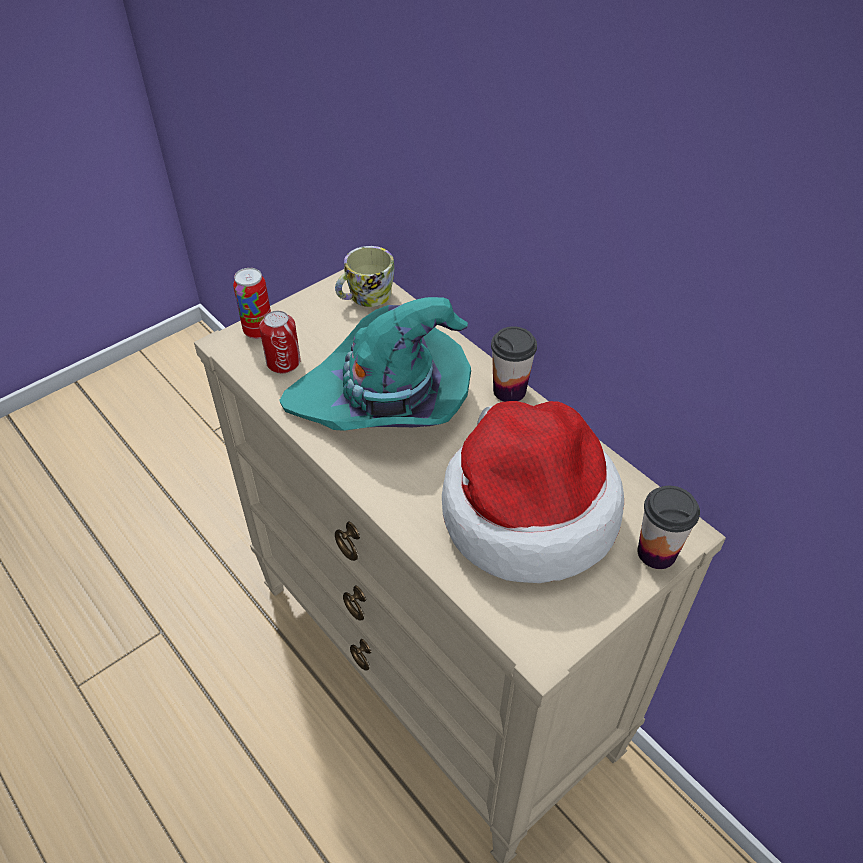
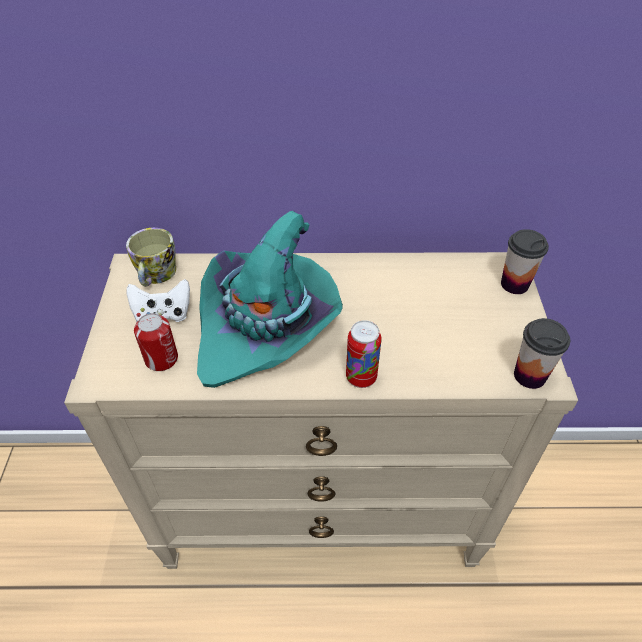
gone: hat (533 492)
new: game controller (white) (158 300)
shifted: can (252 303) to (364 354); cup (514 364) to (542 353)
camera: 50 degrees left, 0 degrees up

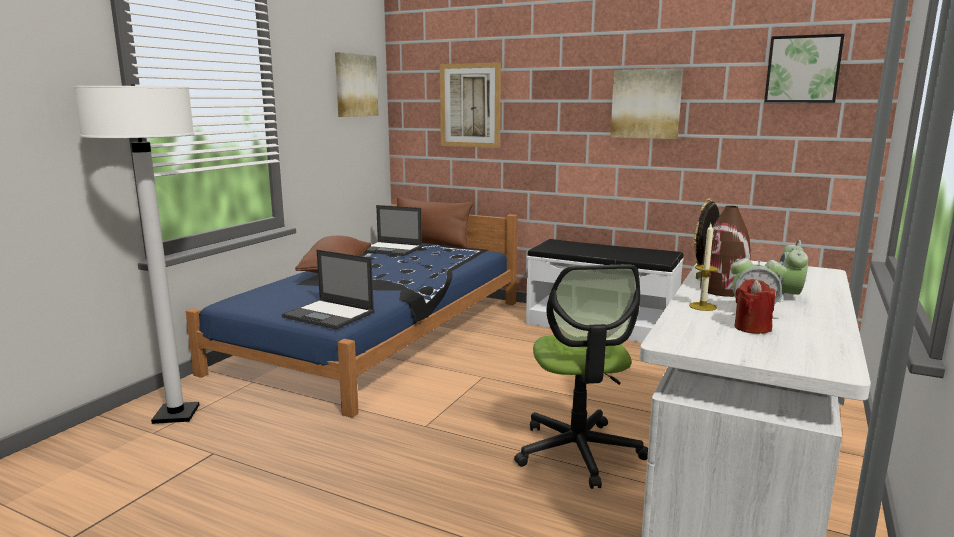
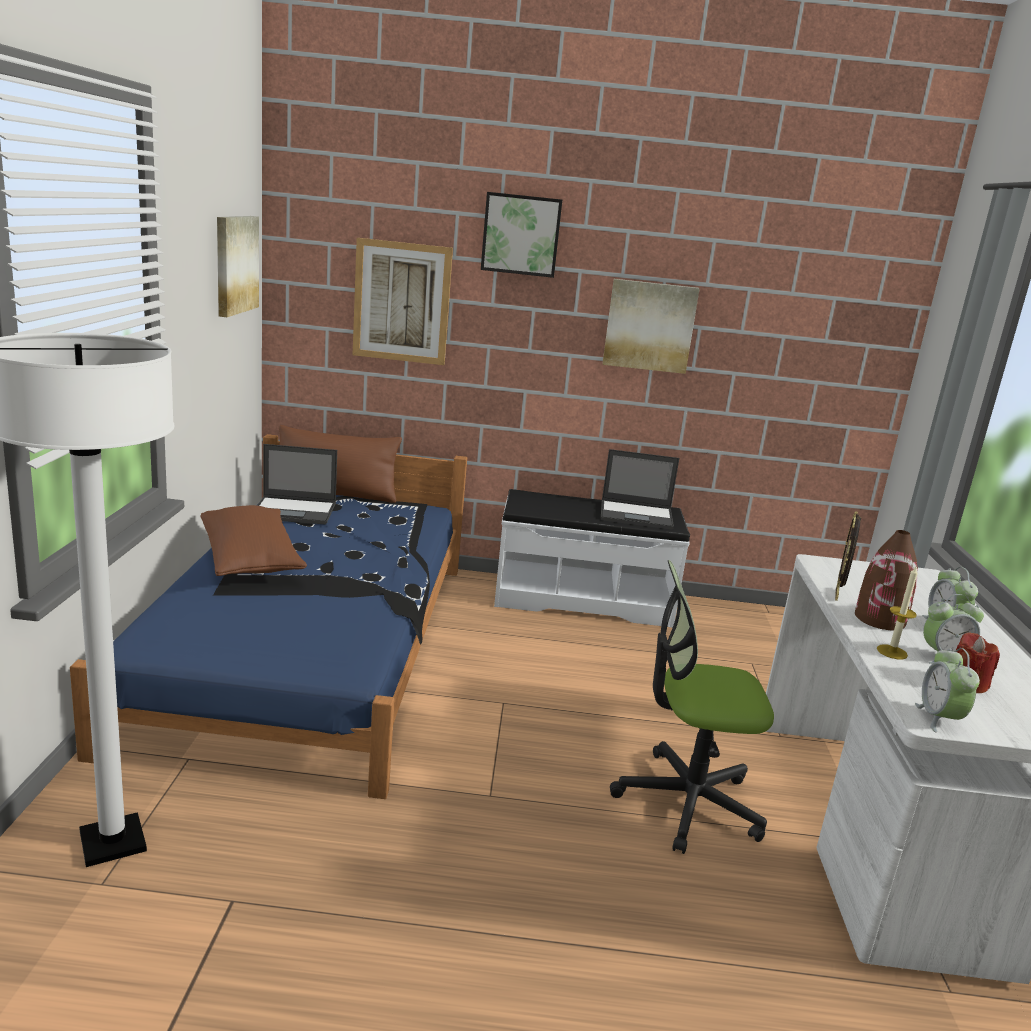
new: alarm clock (947 690)
shifted: picture (804 68) to (521 235); laptop (328 289) to (640 489)
rotated: office chair (581 376) = (692 707) 120 degrees clockwise
camera: 25 degrees left, 5 degrees up

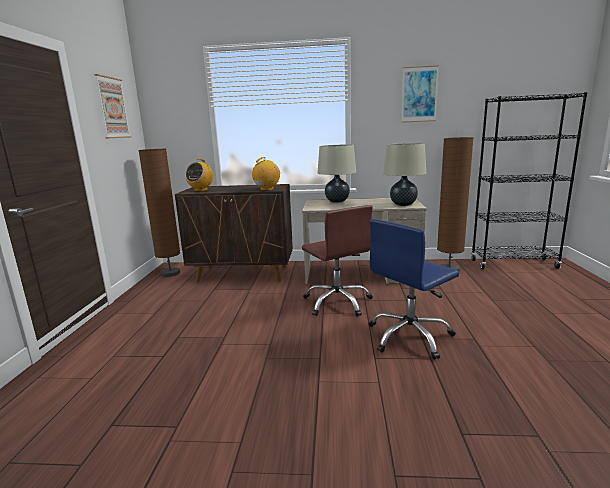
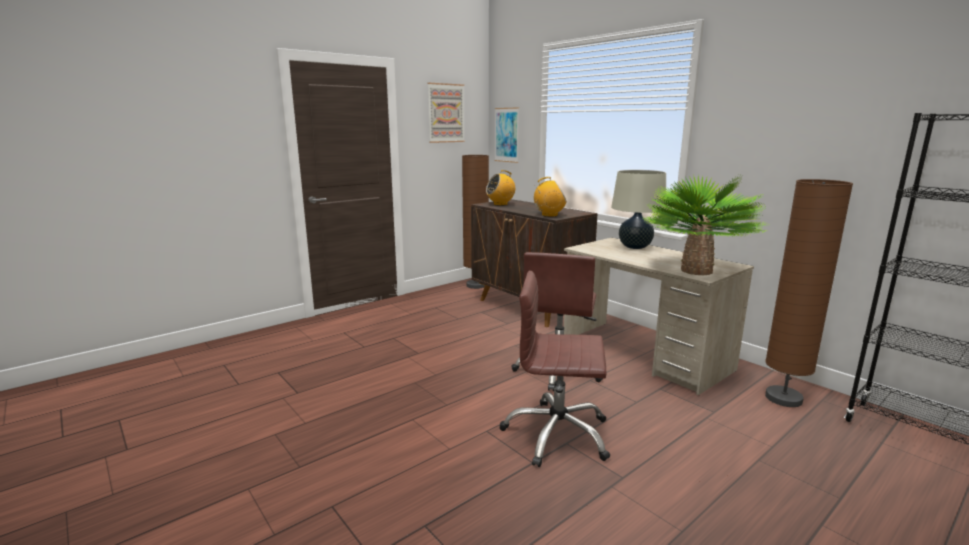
shifted: picture (420 94) to (506 135)
swapped: table lamp (beige) (404 174) to potted plant (704 225)
repainted: office chair (blue) (414 289) to office chair (brown) (554 369)
camera: 45 degrees right, 0 degrees up

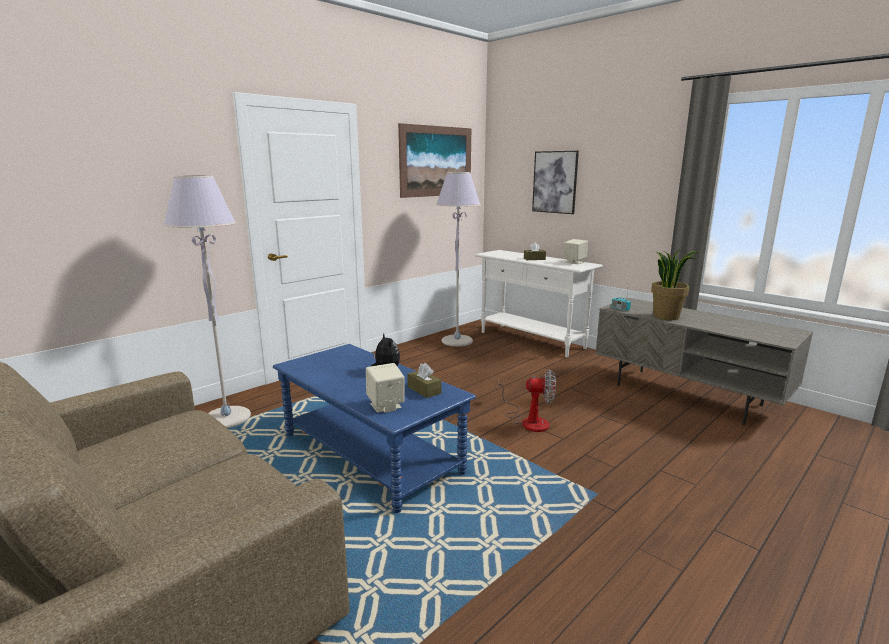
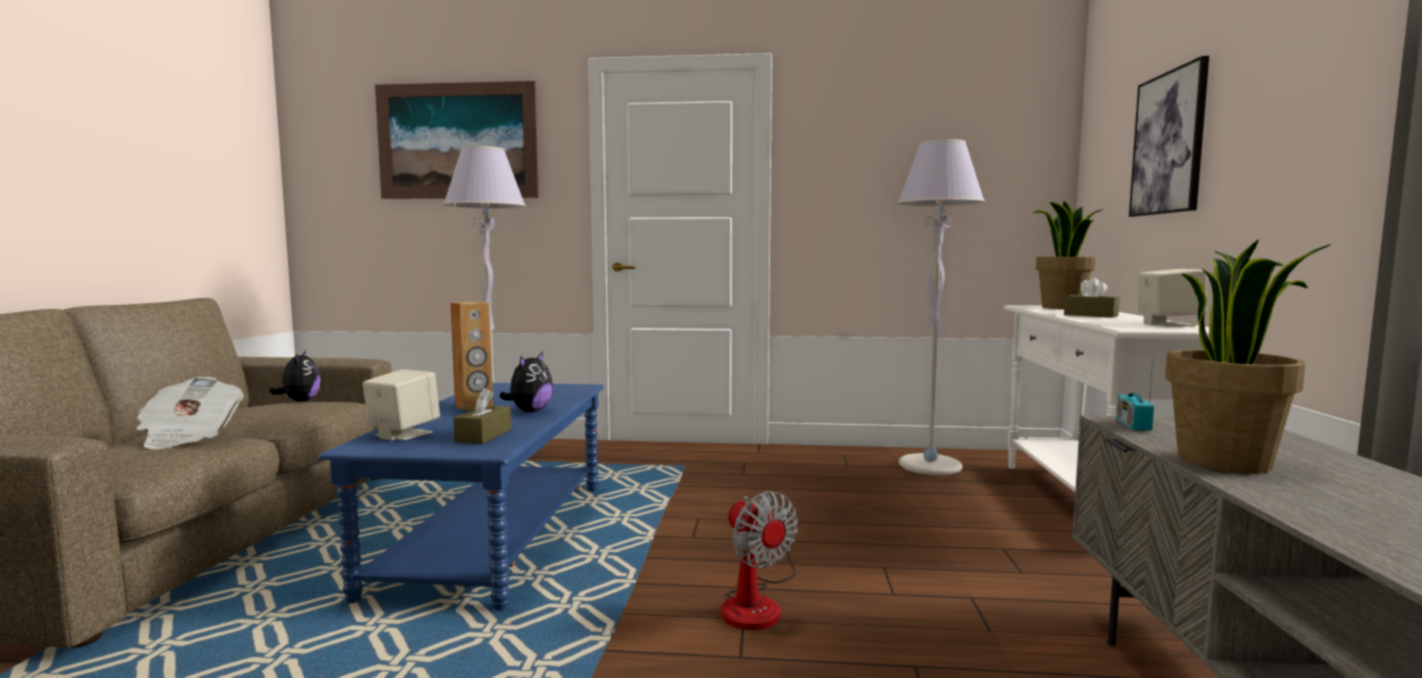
new: newspaper (190 413); plush toy (295 375); speaker (brown) (471 356); potted plant (1067 255)
shifted: picture (434 160) to (457 140)
camera: 50 degrees right, 10 degrees down

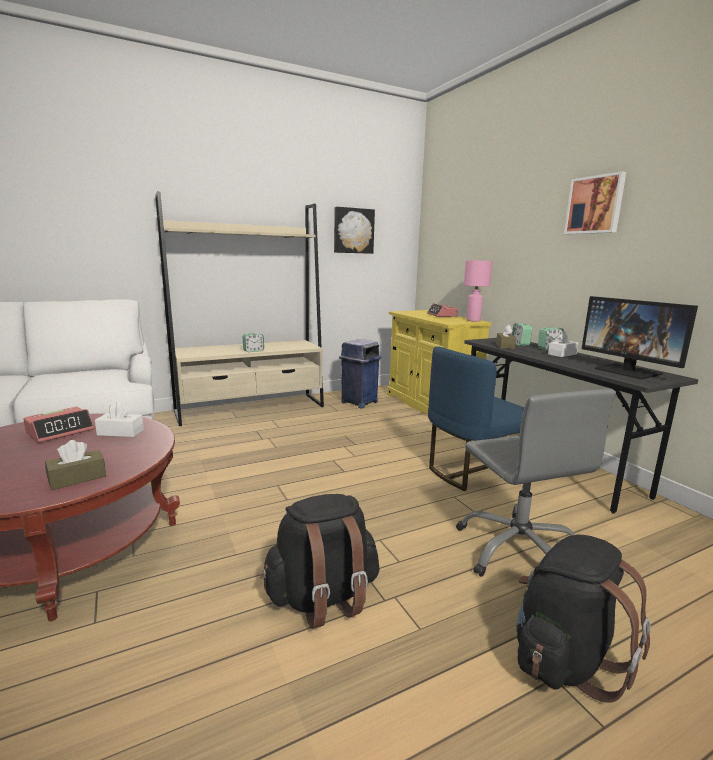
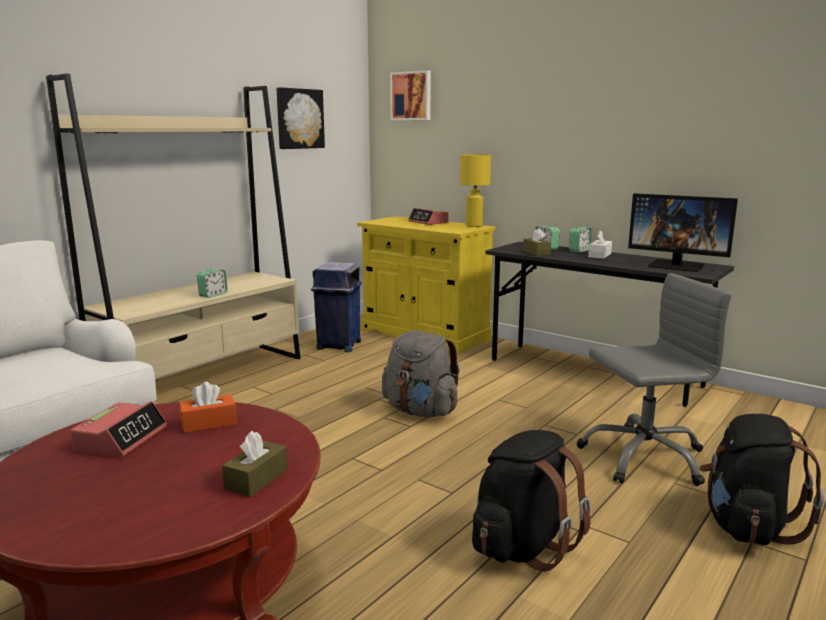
gone: chair (blue) (476 418)
new: backpack (grey) (421 373)
shifted: picture (595 202) to (410 95)
repainted: tissue box (white) (119 419) to tissue box (orange) (208 407); table lamp (pink) (478 291) to table lamp (yellow) (475 190)
rotated: office chair (grey) (536 483) = (654 379) 60 degrees counterclockwise
camera: 25 degrees left, 0 degrees up

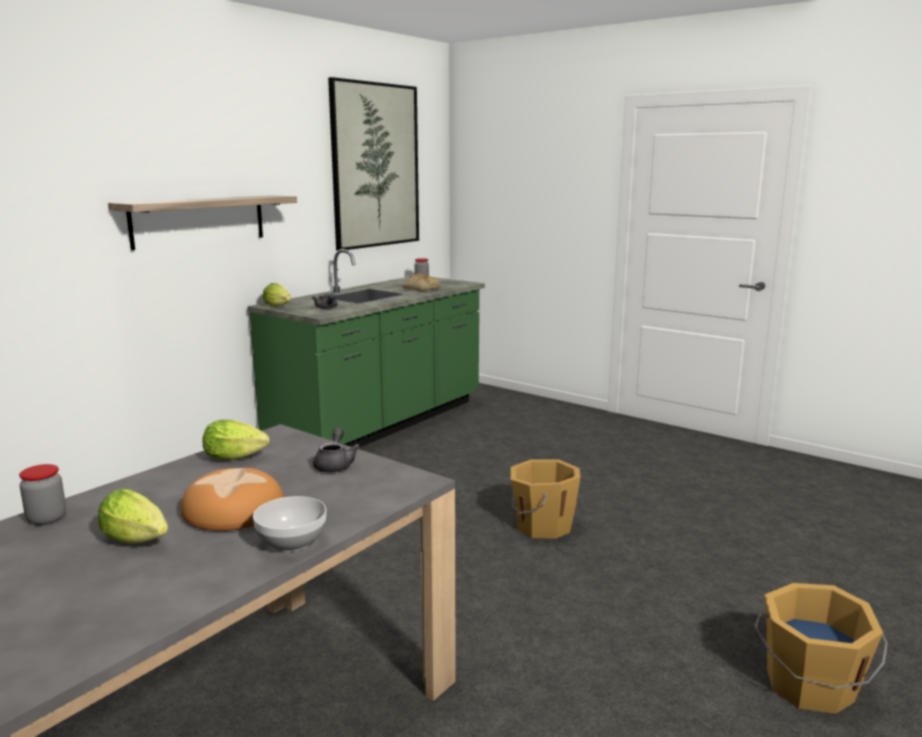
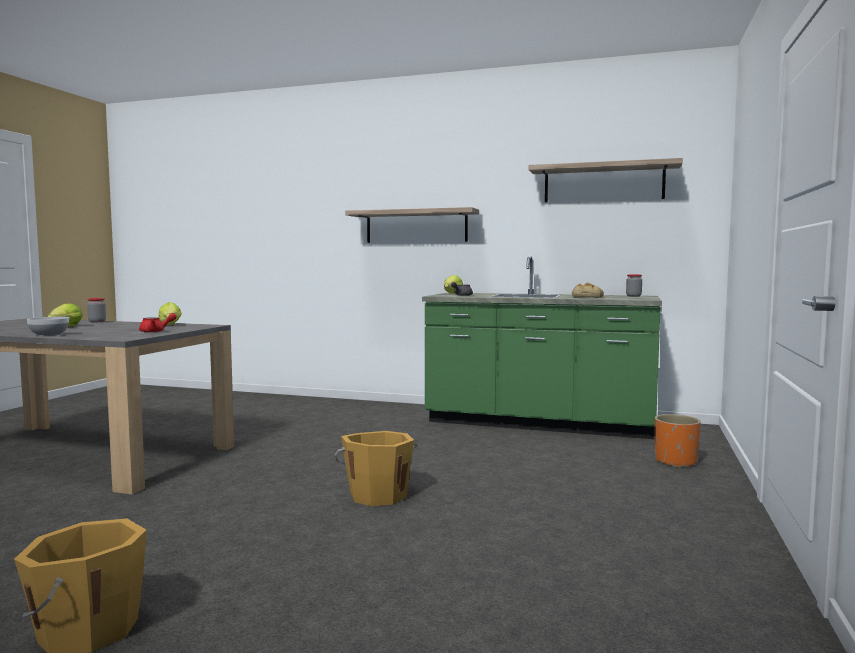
gone: bread (232 499)
new: planter (orange) (678 441)
swapped: picture (373 164) to shelf (605 180)
repainted: teapot (grey) (336 449) to teapot (red) (158 323)
camera: 70 degrees right, 10 degrees down

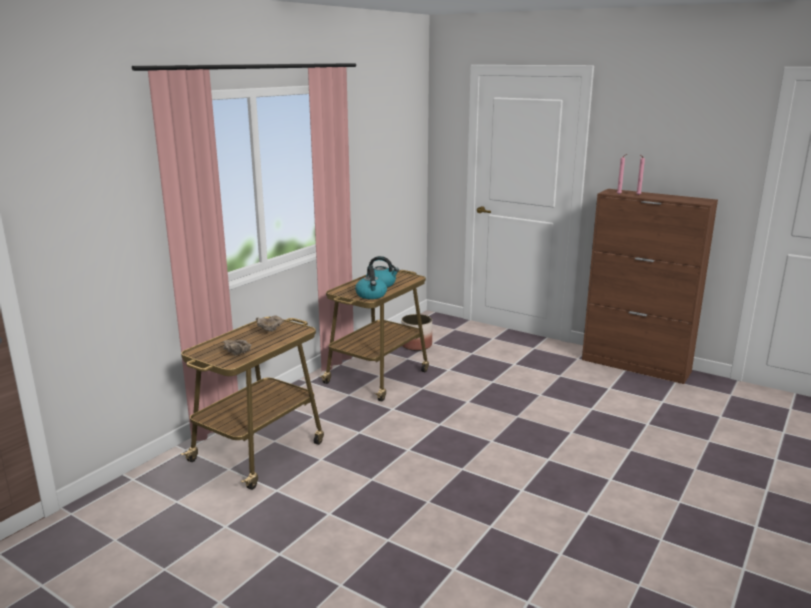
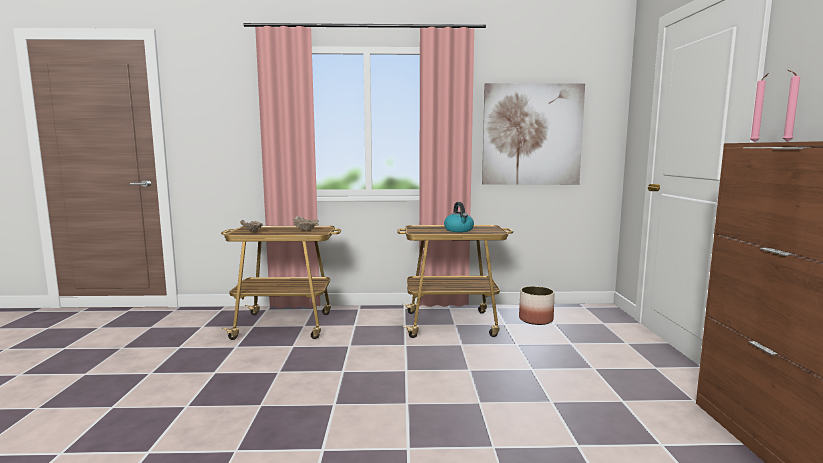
gone: kettle (371 282)
new: picture (533 134)
camera: 55 degrees right, 10 degrees down

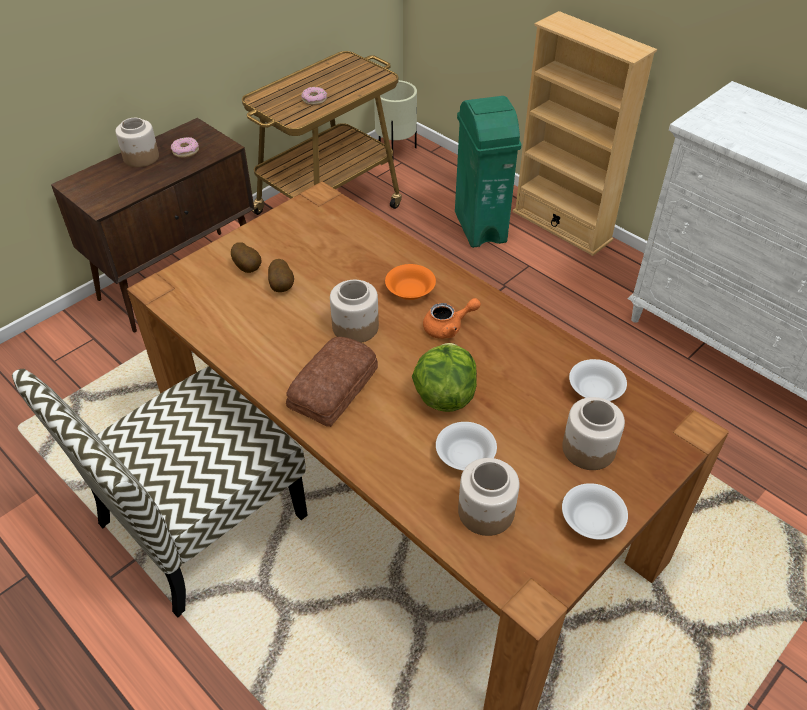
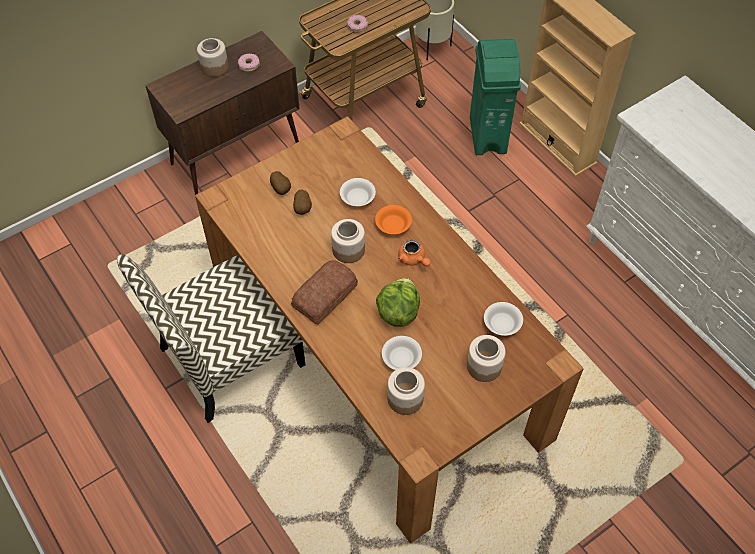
shifted: bowl (white) (595 511) to (358 192)
rotated: teapot (orange) (452 318) = (414 253) 60 degrees clockwise
camera: 10 degrees right, 10 degrees up

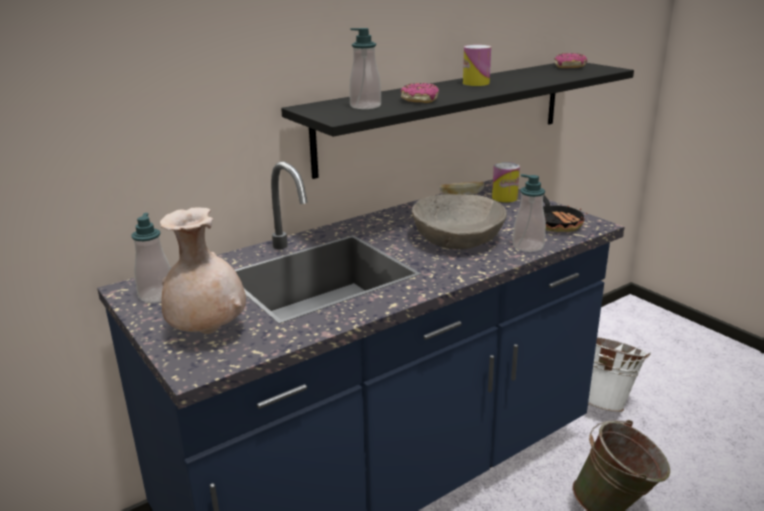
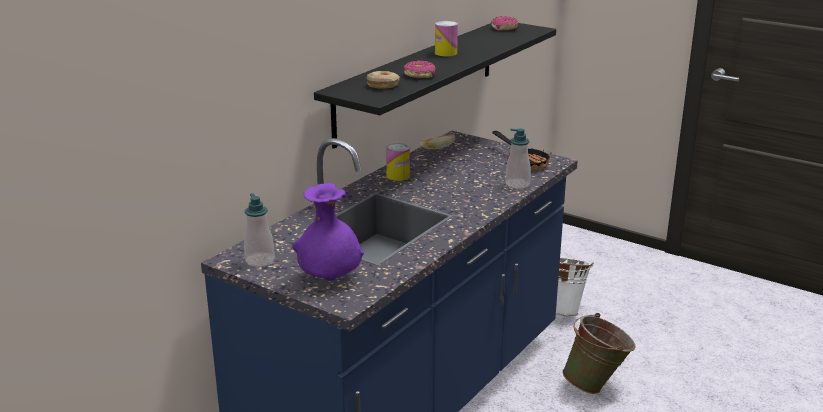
gone: bowl (beige) (459 221)
shifted: can (506 182) to (398 162)
swapped: soap dispenser (365 68) to donut (383 80)
repainted: vase (beige) (203 271) to vase (purple) (328 232)
camera: 20 degrees left, 0 degrees up

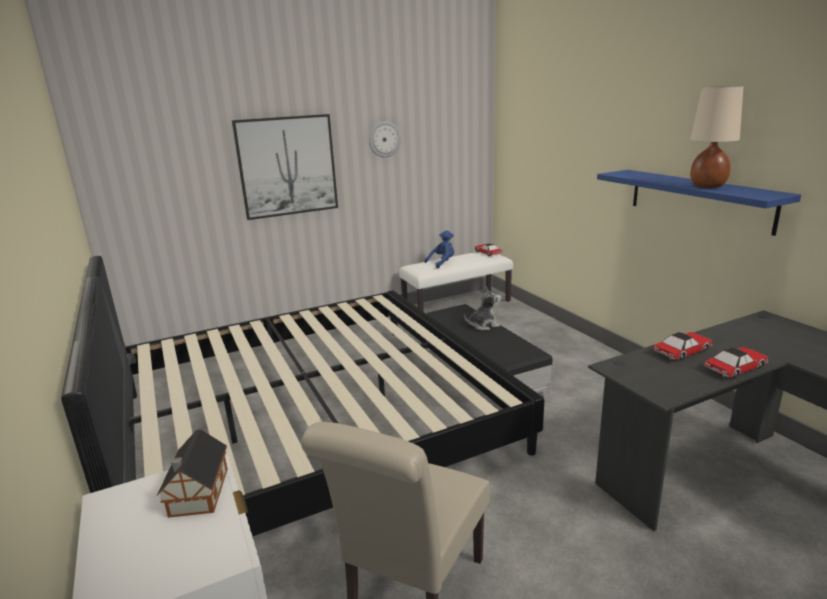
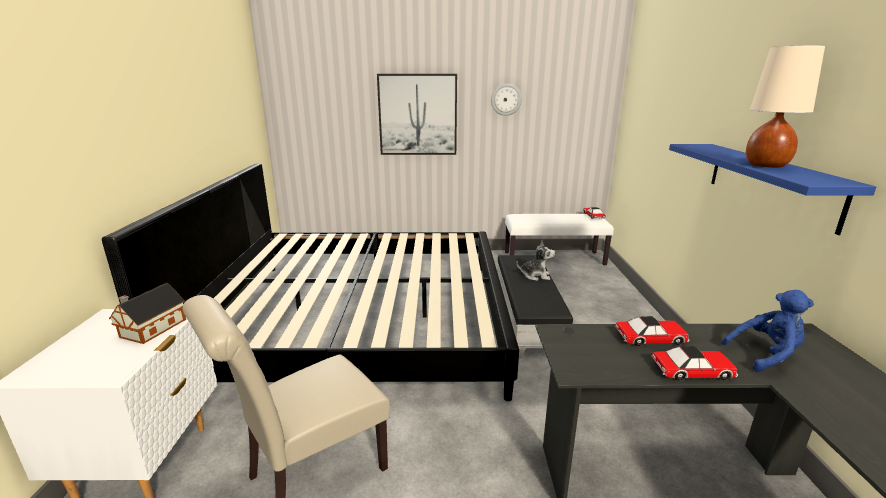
shifted: plush toy (blue) (439 249) to (768 331)
camera: 25 degrees right, 0 degrees up

